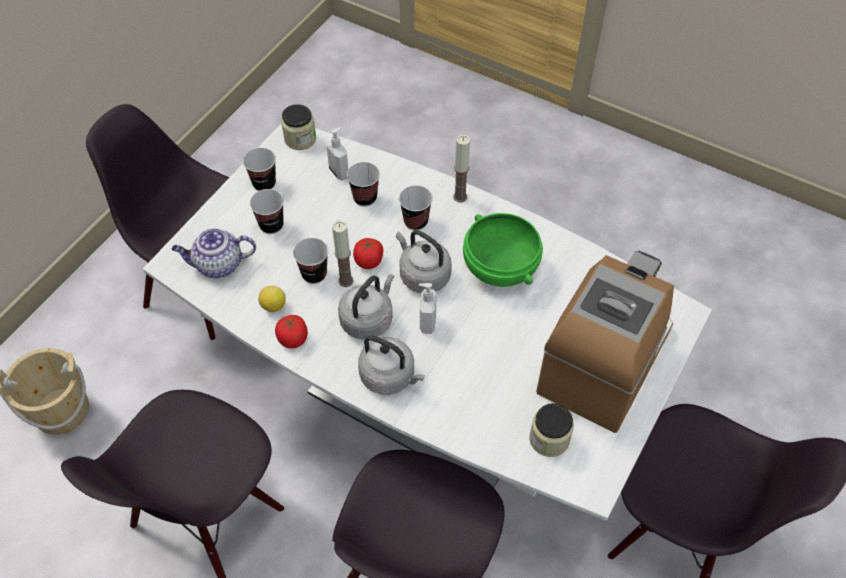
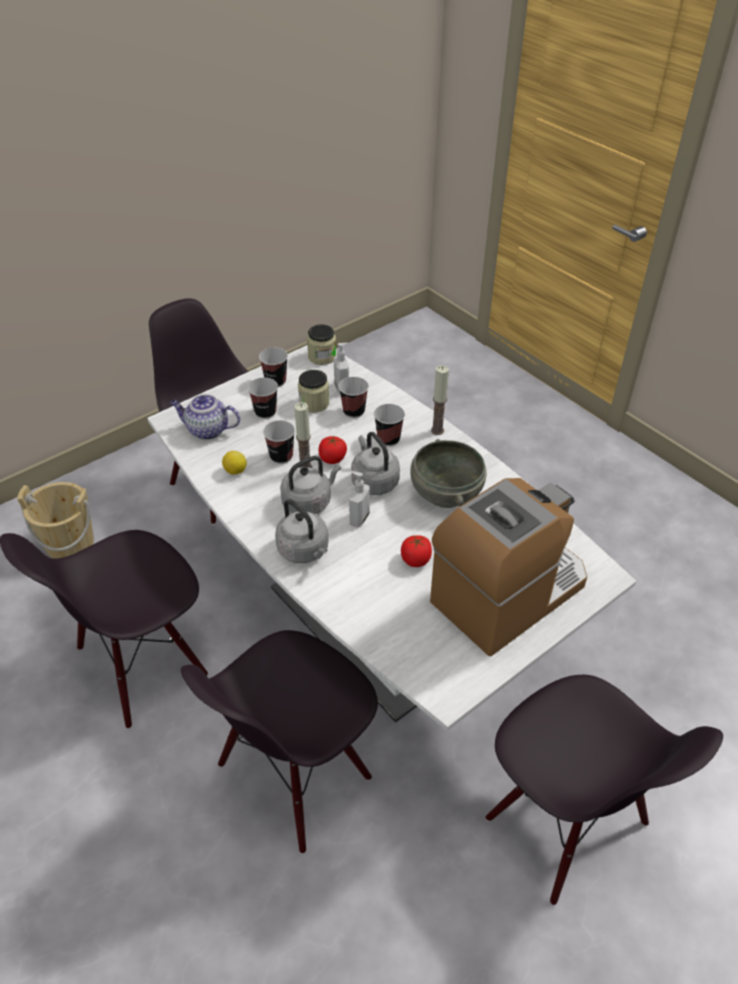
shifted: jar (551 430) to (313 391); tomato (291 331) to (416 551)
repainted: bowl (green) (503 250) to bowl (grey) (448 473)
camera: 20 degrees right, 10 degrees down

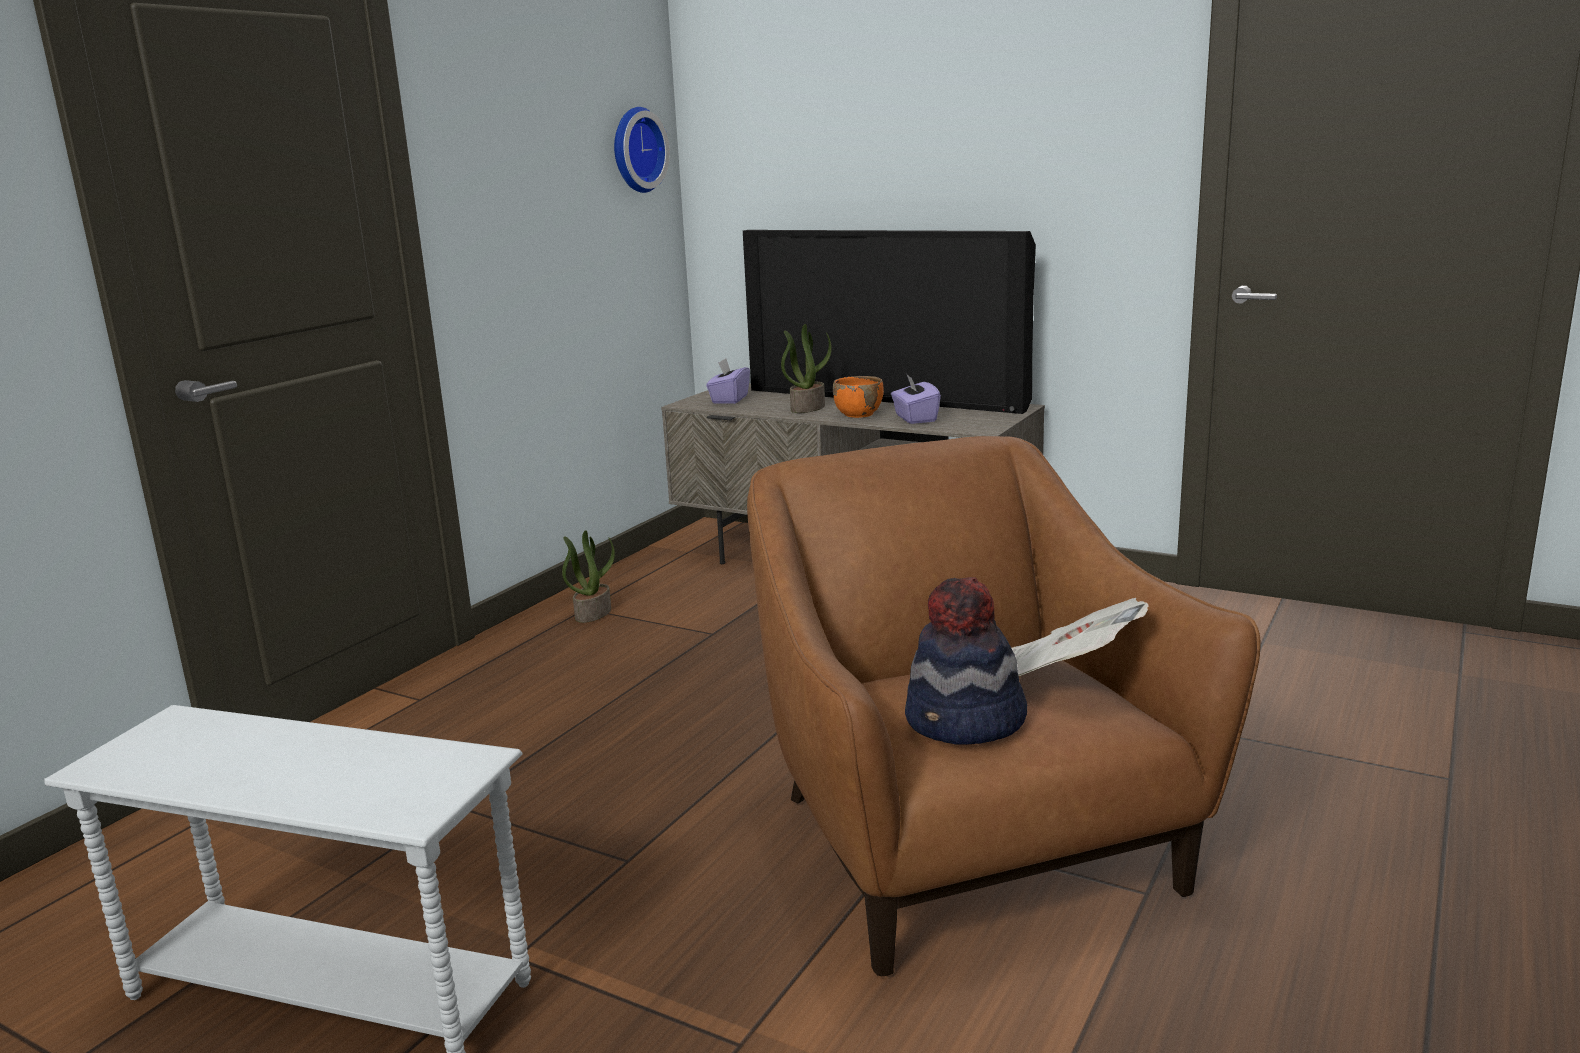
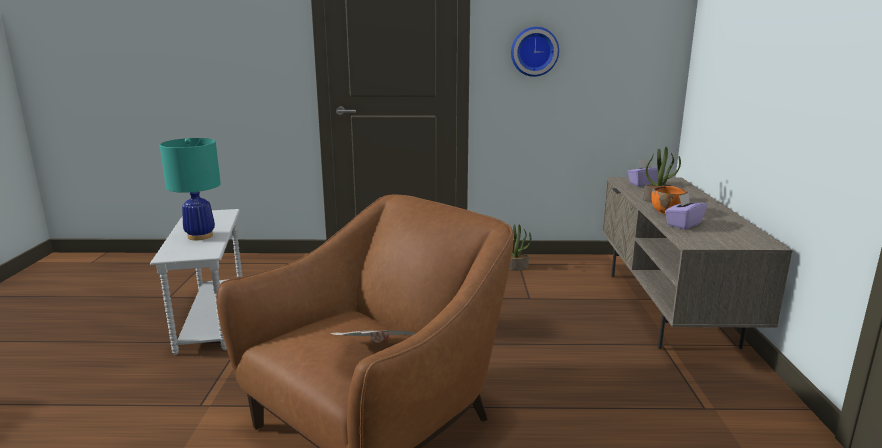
gone: television (889 322); hat (966 661)
new: table lamp (turquoise) (190 189)
shifted: wall clock (642 150) to (535 52)
camera: 60 degrees right, 0 degrees up

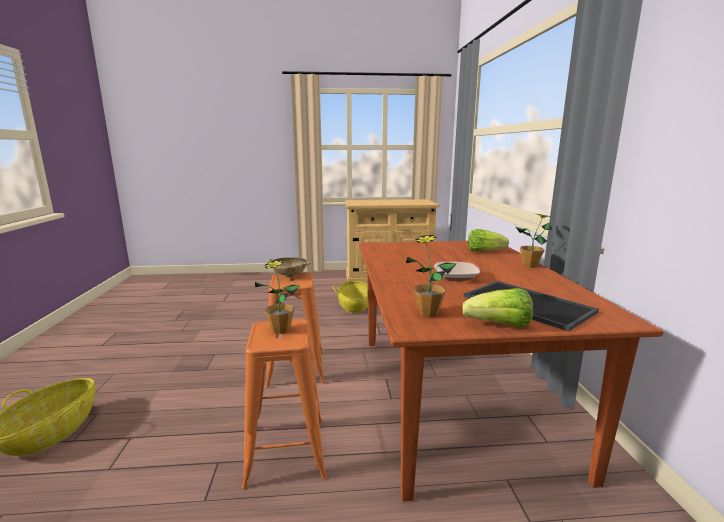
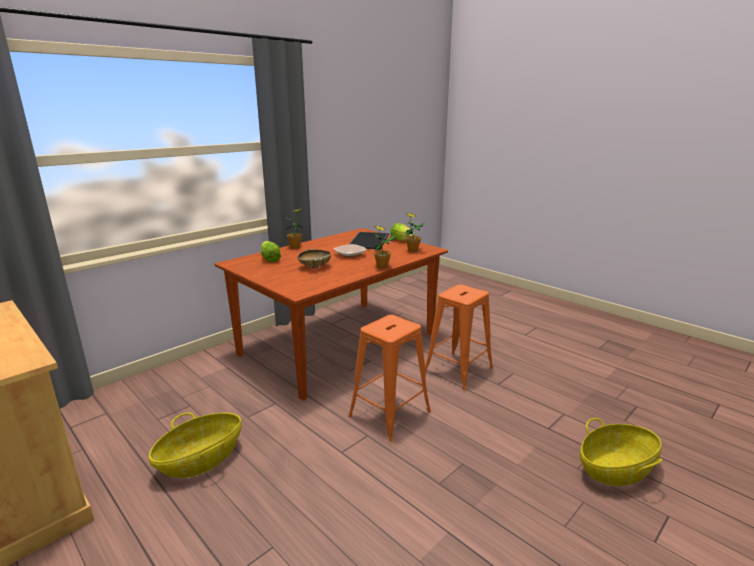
shifted: bowl (beige) (290 267) to (314 258); potted plant (277 297) to (384 247)
camera: 130 degrees left, 5 degrees up

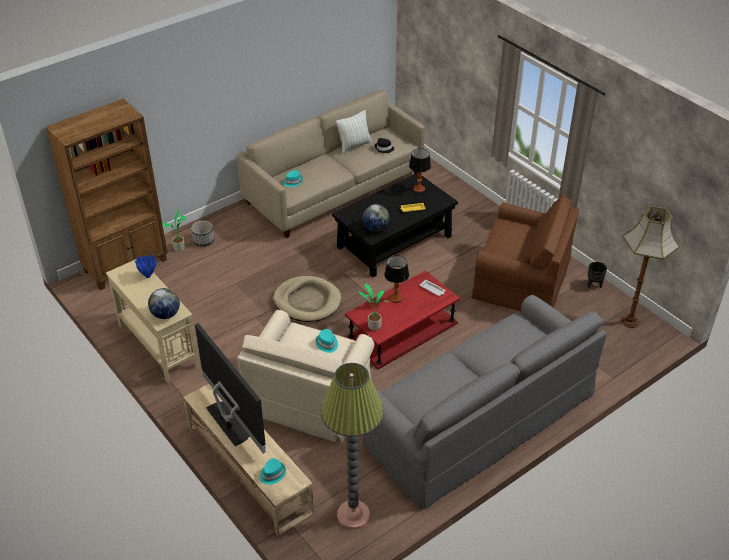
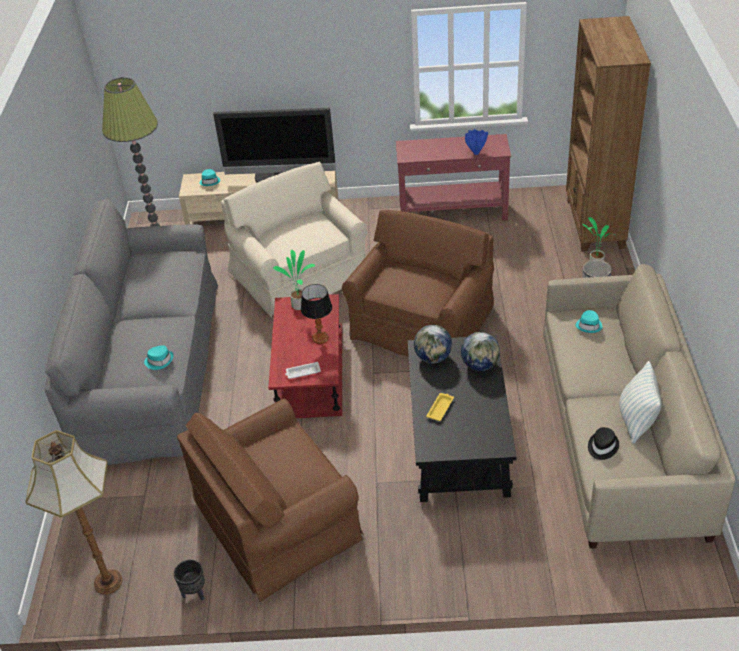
gone: table lamp (420 170)
shifted: hat (turquoise) (327 341) to (158 357); globe (164 303) to (480 351)
swapped: dog bed (beige) (307 299) to armchair (brown) (418 283)
repainted: console table (beige) (153 321) to console table (red) (453 177)
camera: 130 degrees right, 0 degrees up

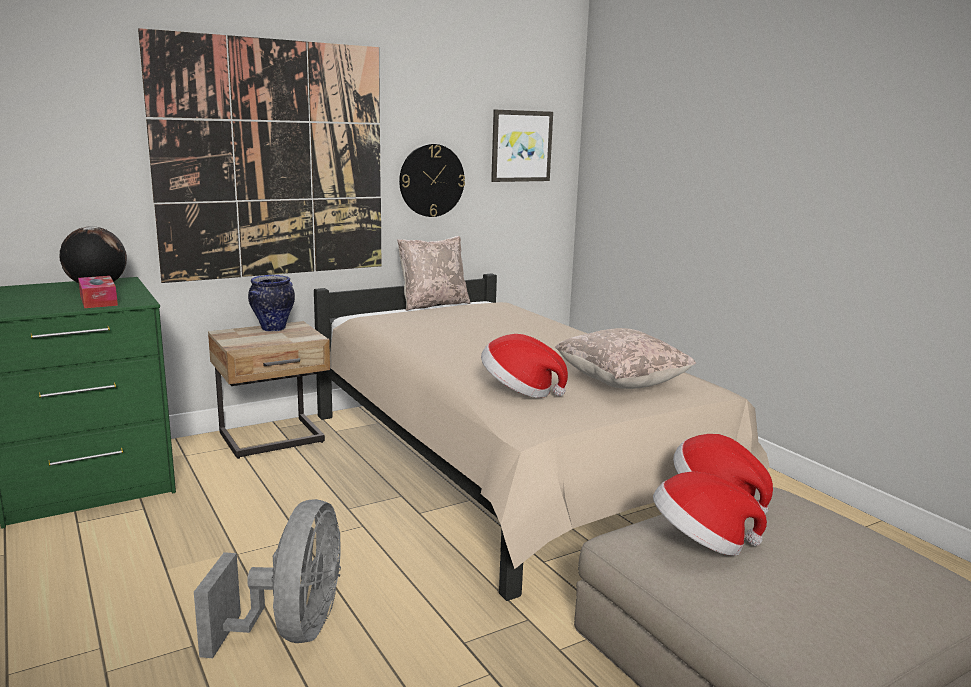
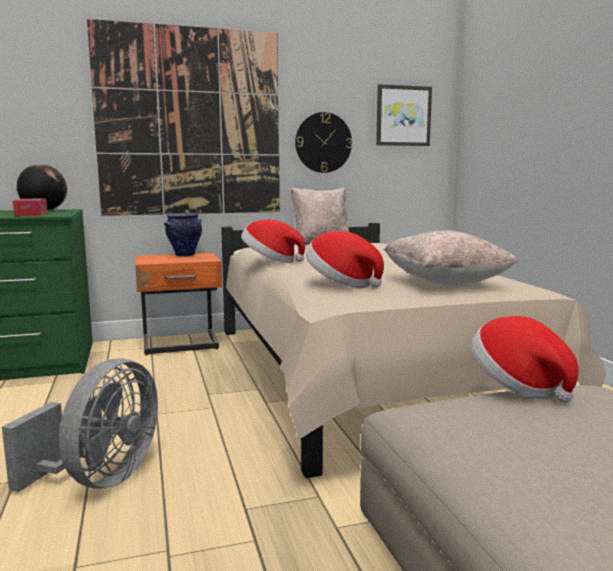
shifted: hat (710 514) to (273 241)
repainted: nightstand (beige) (269 390) to nightstand (orange) (179 304)
camera: 15 degrees right, 5 degrees down

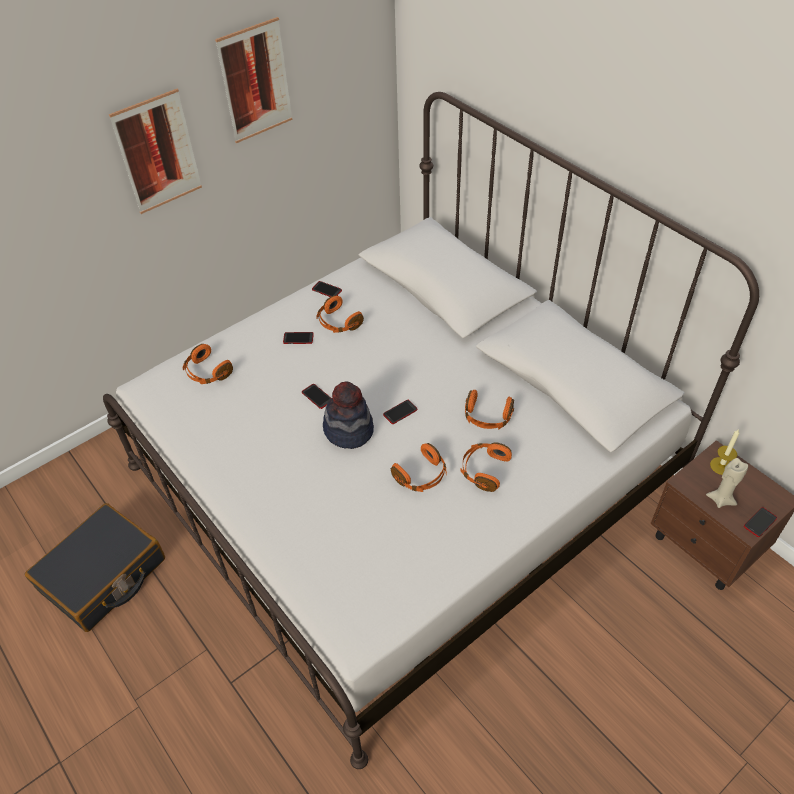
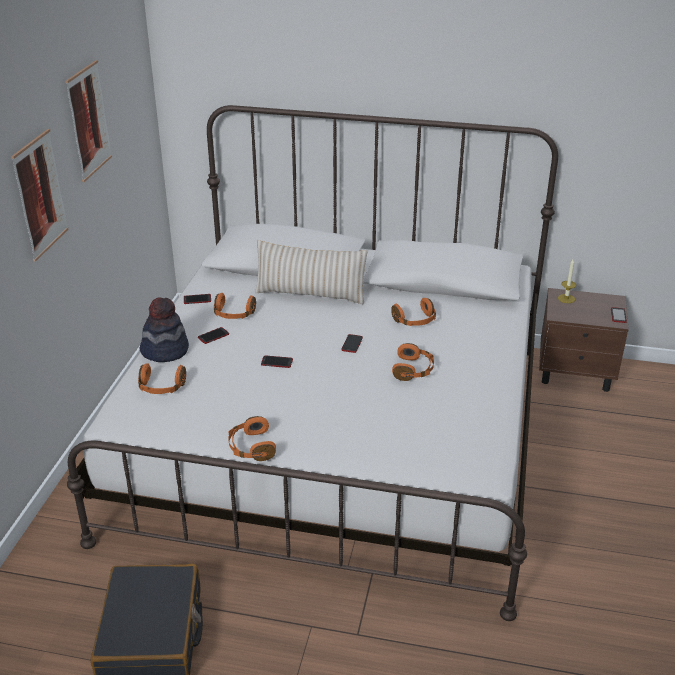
gone: candle (beige) (727 483)
new: pillow (beige) (311 272)
shifted: hat (348 415) to (164 329); headphones (orange) (486 467) to (252 438)
camera: 40 degrees left, 15 degrees down

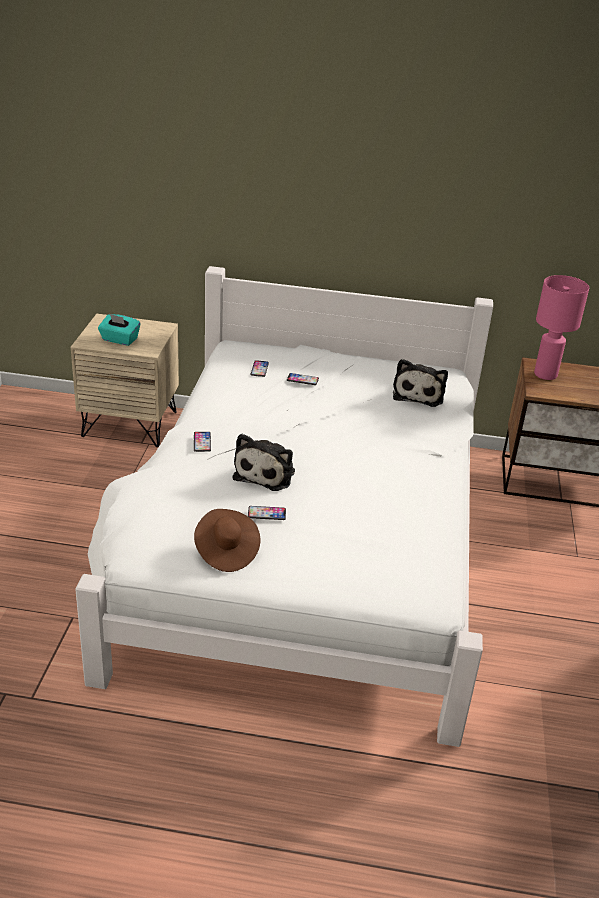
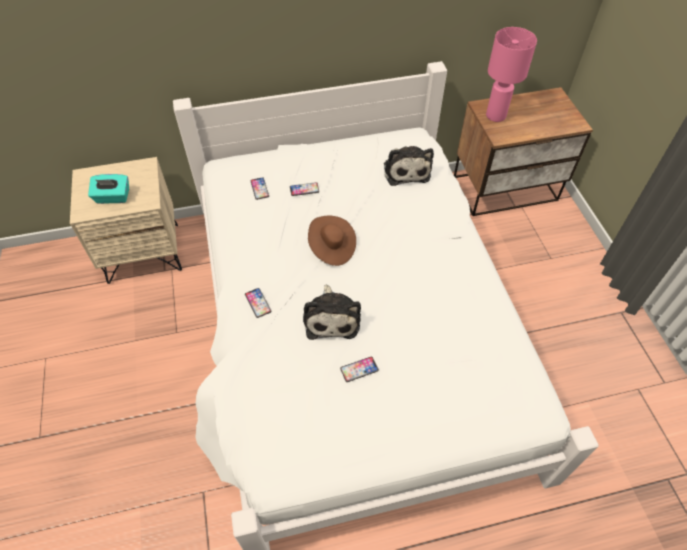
shifted: hat (brown) (227 540) to (332 241)
camera: 20 degrees left, 20 degrees up

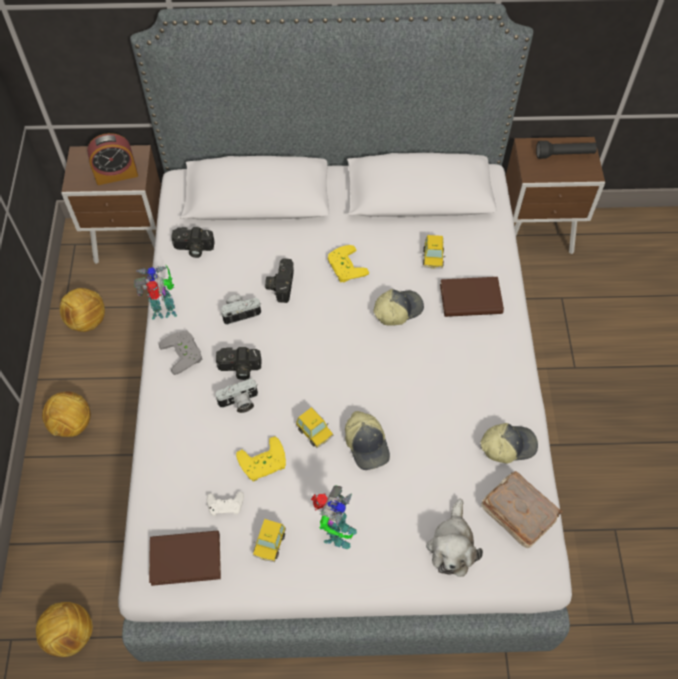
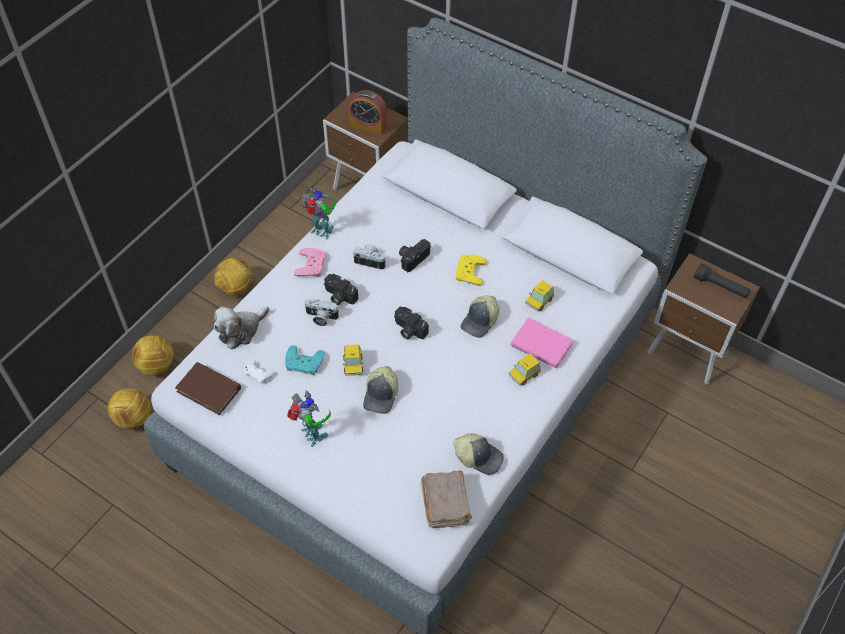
shifted: football (82 310) to (153 355); plush toy (454 538) to (241 327); photo camera (193 242) to (411 323); toy car (269 540) to (524 370)
repainted: game controller (yellow) (261 459) to game controller (turquoise) (305 360); game controller (grey) (180 353) to game controller (pink) (309 262); book (brown) (472 297) to book (pink) (542 343)
rotated: toy robot (334 517) = (309 418) 90 degrees counterclockwise; cap (398 307) = (479 316) 120 degrees clockwise
camera: 35 degrees right, 5 degrees down

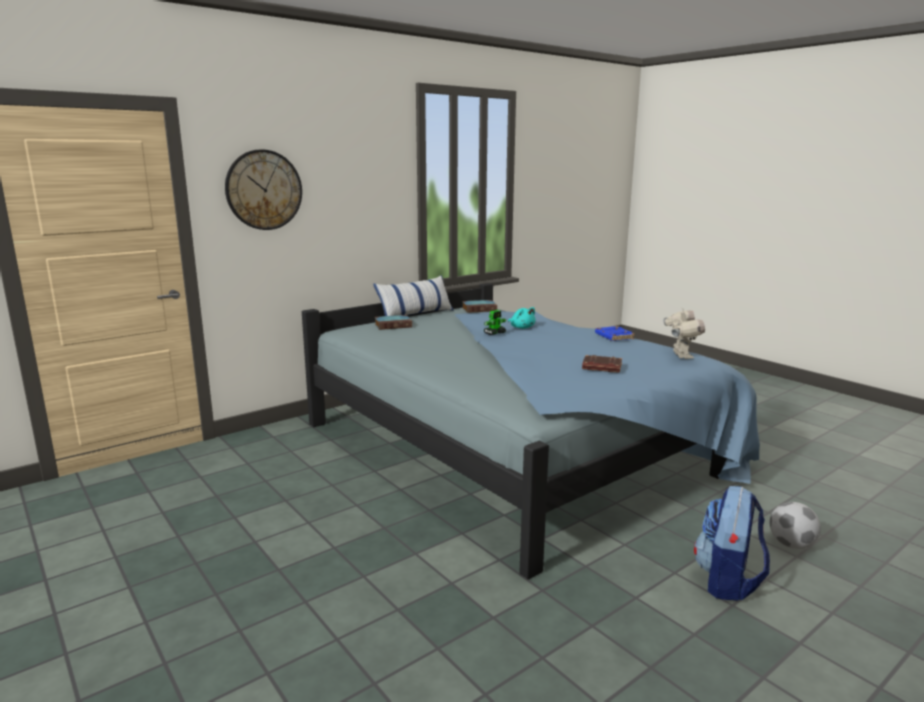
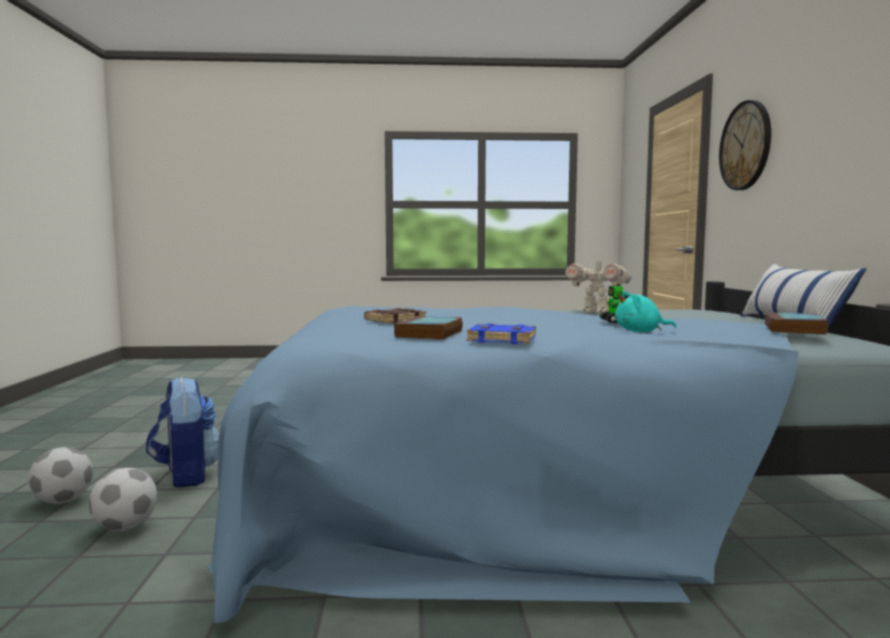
new: football (60 475)
shifted: book (393 322) to (428 328); toy robot (684 334) to (598 284)
camera: 125 degrees right, 10 degrees down

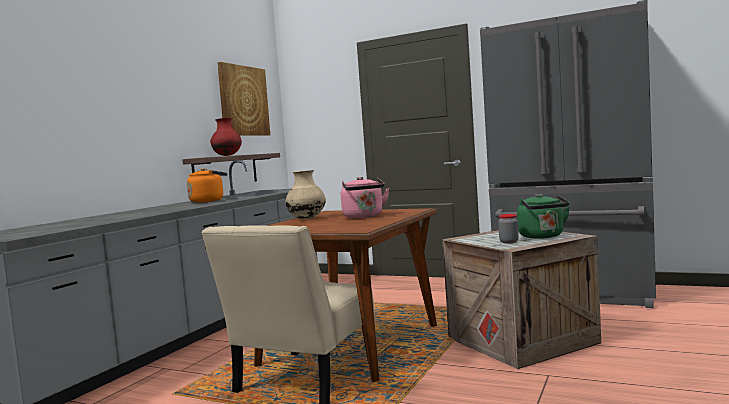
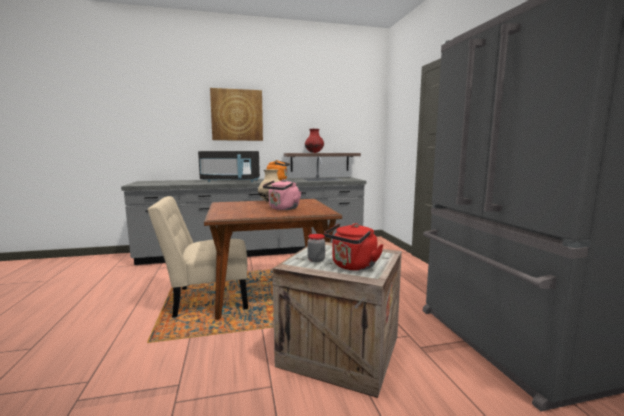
new: microwave (black) (229 166)
shifted: picture (243 99) to (236 114)
repainted: kettle (green) (543 216) to kettle (red) (354 247)
camera: 50 degrees right, 5 degrees up

